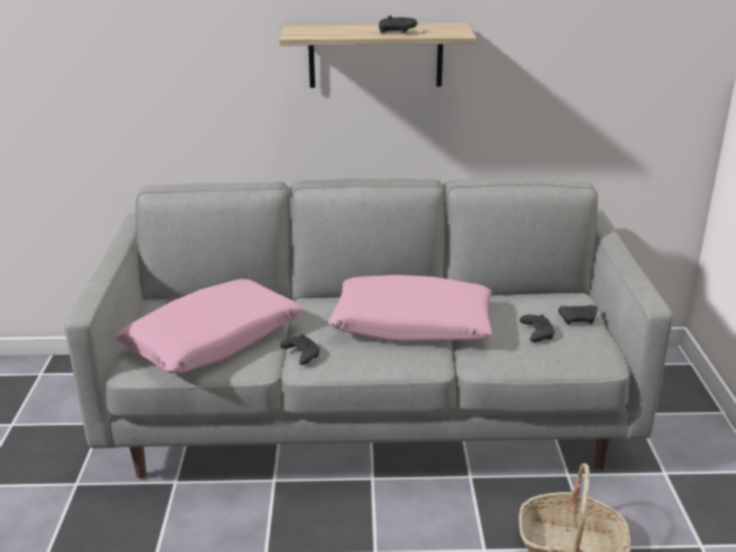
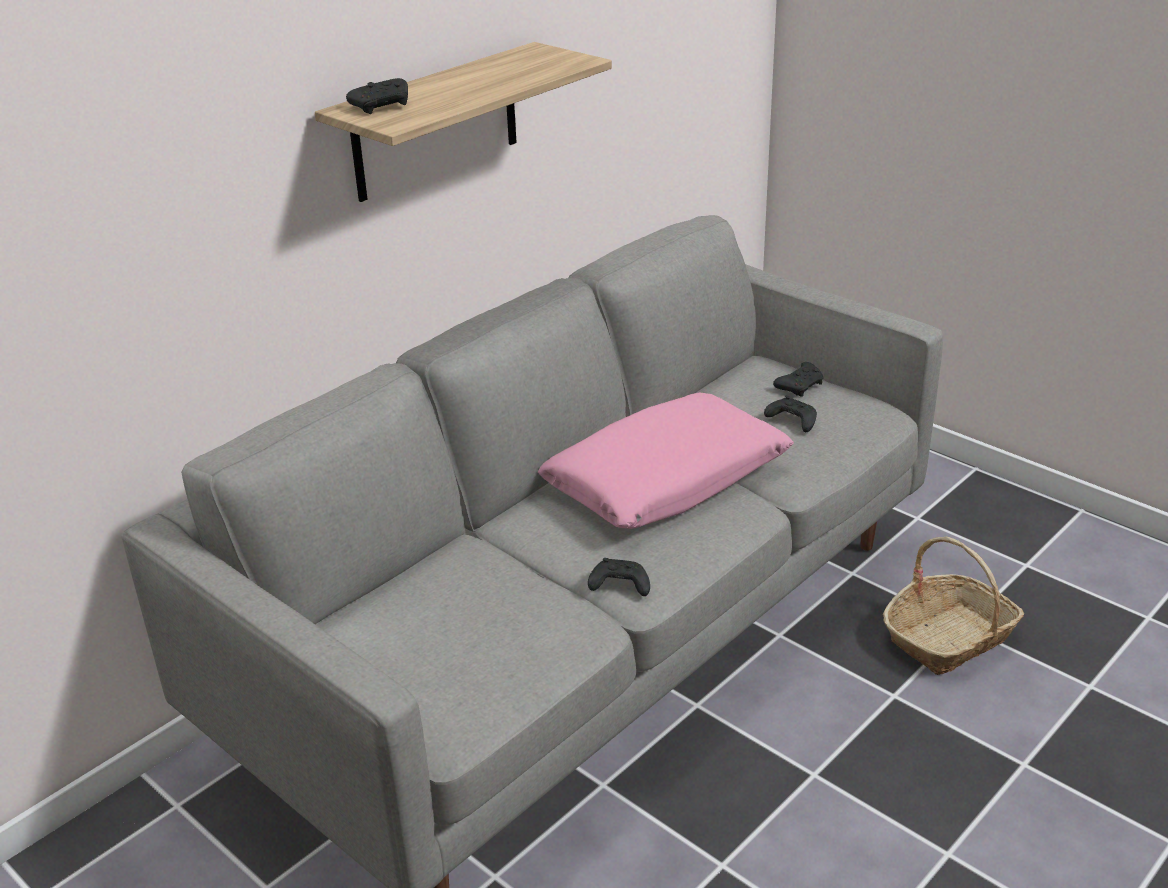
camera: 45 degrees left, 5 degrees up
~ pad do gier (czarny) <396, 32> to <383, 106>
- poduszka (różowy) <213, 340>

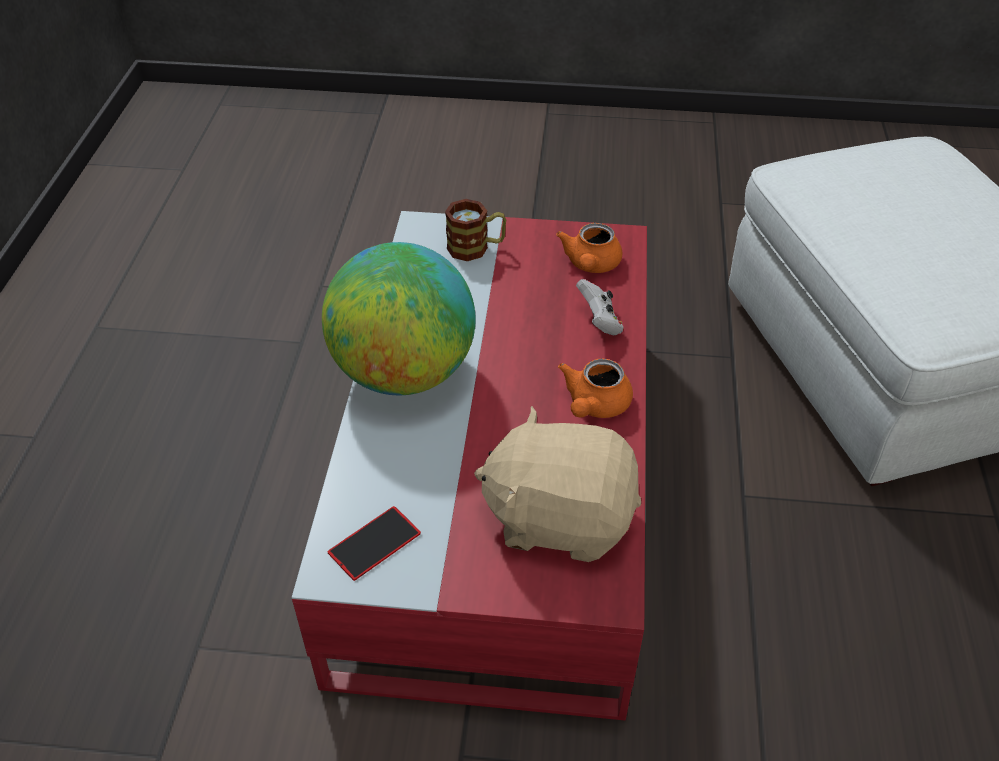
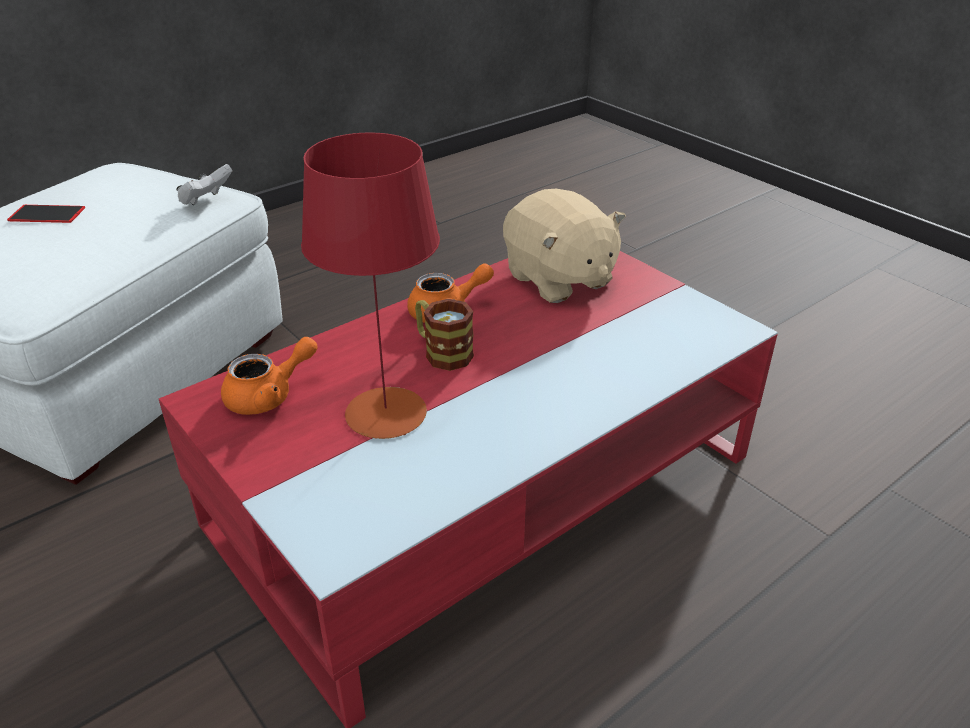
camera: 135 degrees left, 10 degrees down
~ telefon <374, 543> to <47, 214>
~ pad do gier (biały) <599, 322> to <206, 200>
+ lampa stołowa (czerwony) <386, 413>
~ kubek <476, 248> to <442, 352>
- globus <404, 372>

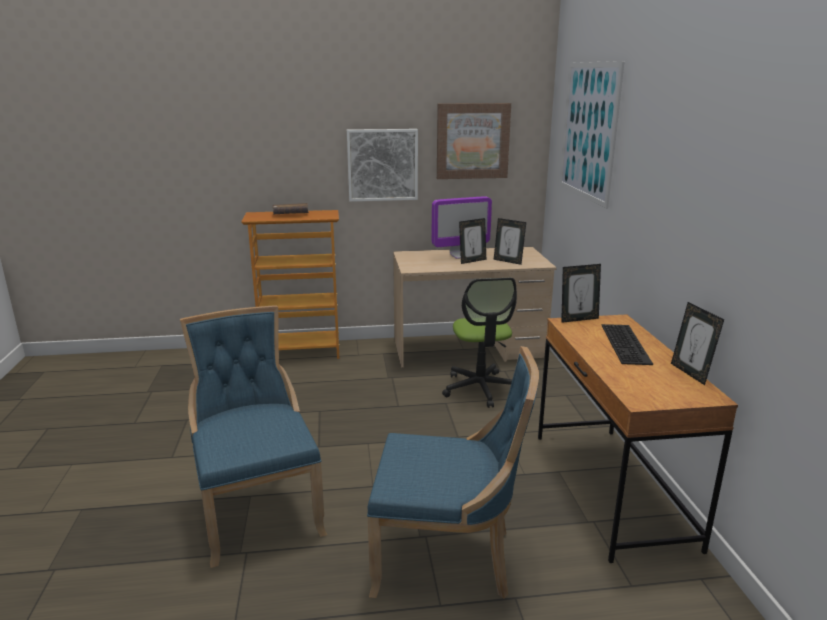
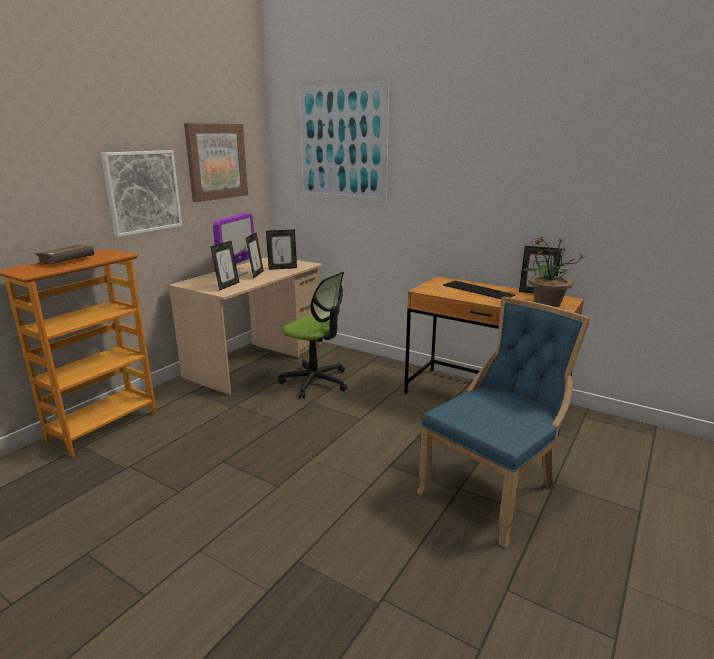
camera: 50 degrees left, 0 degrees up
~ ramka na zdjęcie <578, 319> to <227, 286>
+ roślina doniczkowa <546, 303>
- krzesło (niebieski) <258, 510>

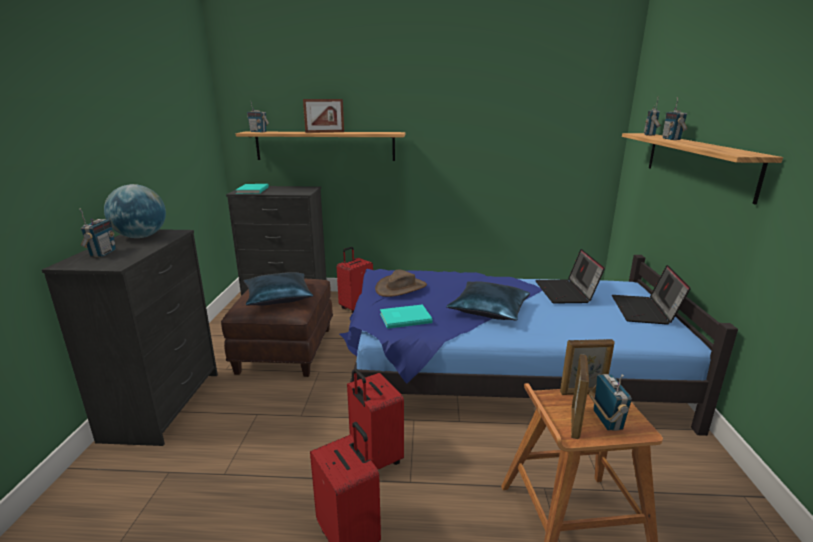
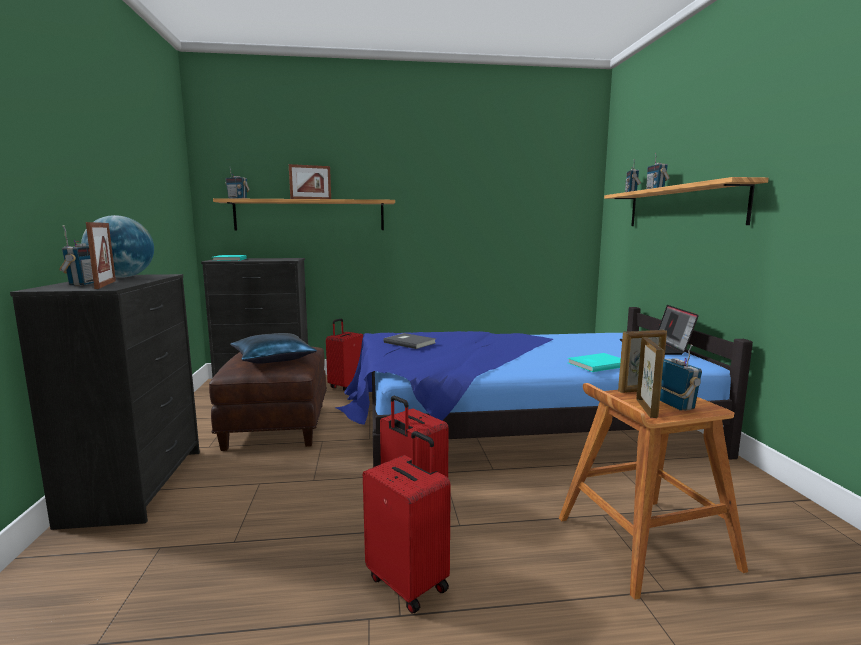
camera: 10 degrees left, 10 degrees down
+ ramka na zdjęcie <105, 284>
~ kapelusz (brązowy) <401, 288> to książka (szary) <410, 342>
~ książka (turkusowy) <404, 317> to <596, 364>
- poduszka (niebieski) <489, 309>
- laptop <566, 292>

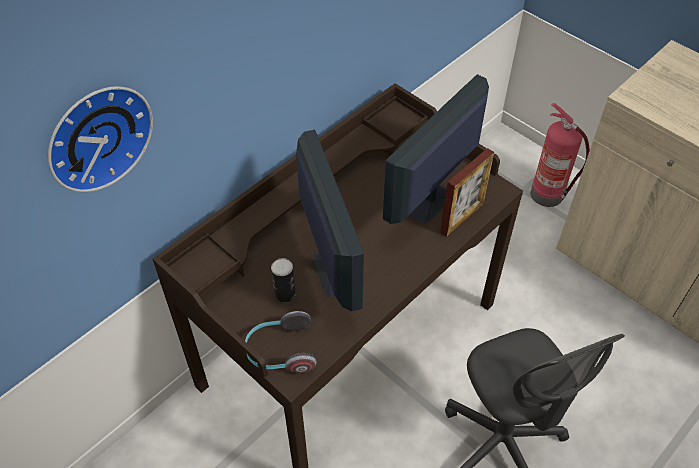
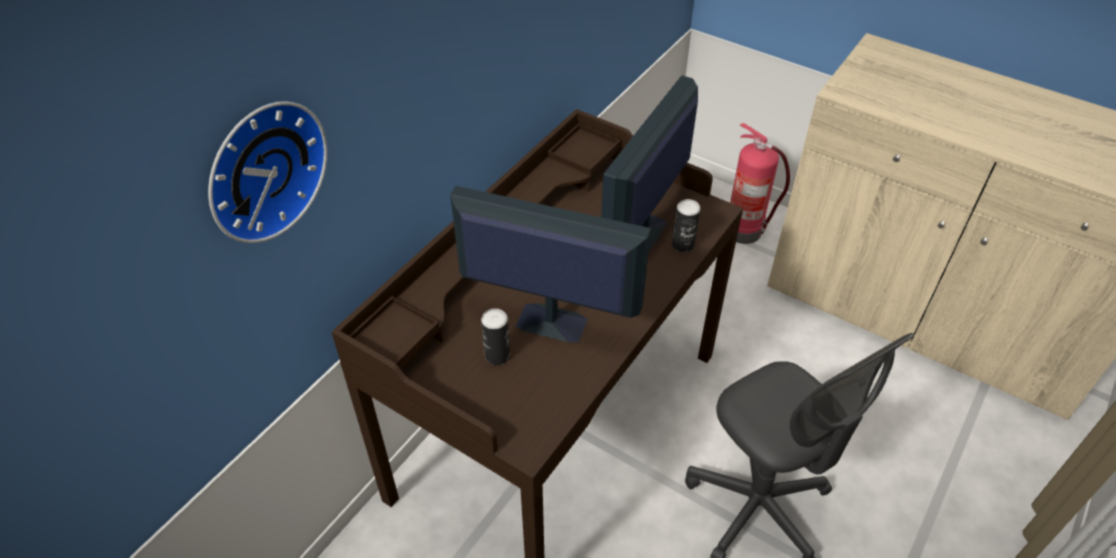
camera: 10 degrees left, 5 degrees down
~ monitor <333, 271> = <549, 322> 45 degrees counterclockwise
~ ramka na zdjęcie <462, 217> to puszka <683, 245>
- słuchawki <280, 351>

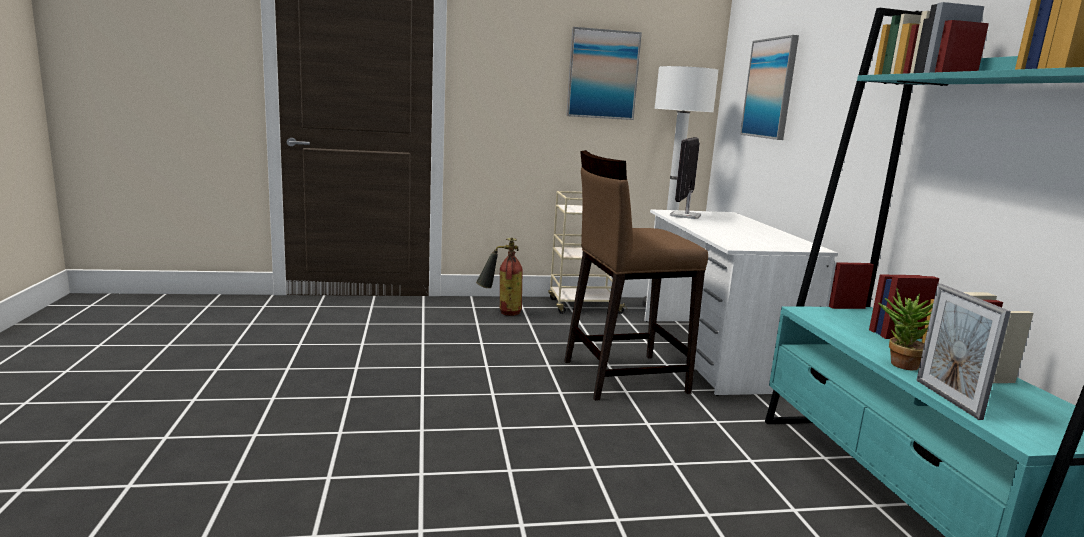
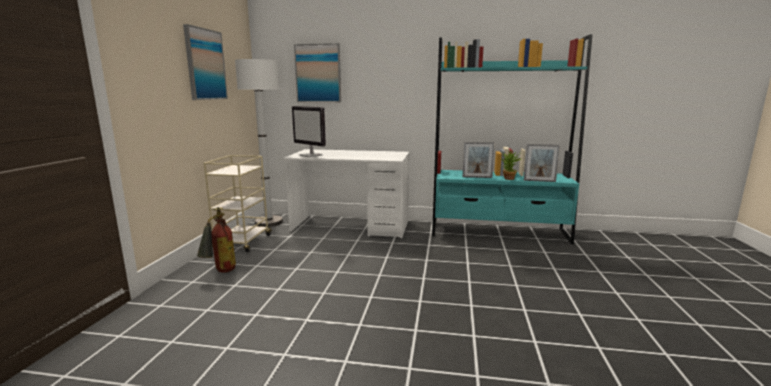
camera: 70 degrees left, 0 degrees up
+ ramka na zdjęcie <477, 177>
- stołek (brązowy) <623, 376>

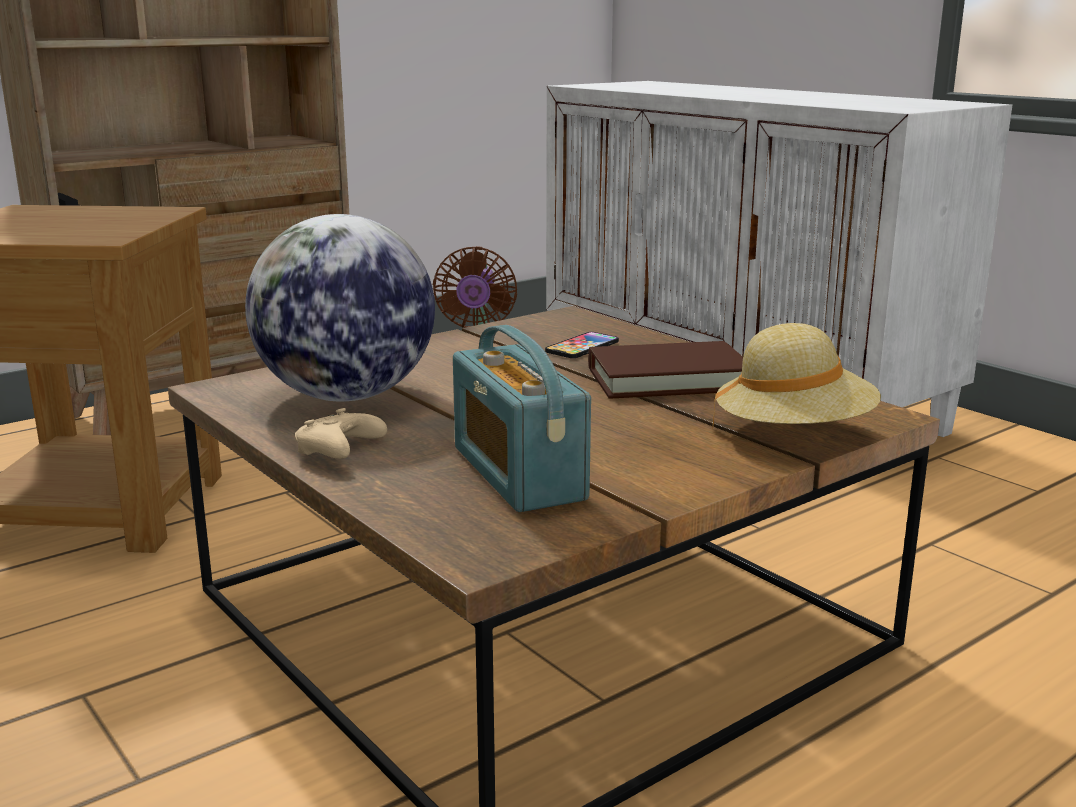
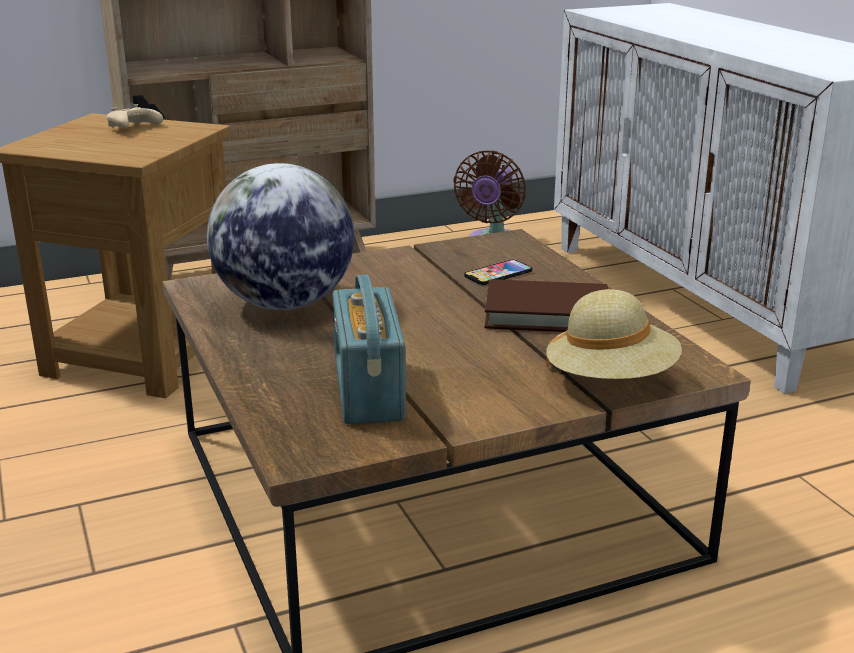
camera: 15 degrees right, 5 degrees up
~ pad do gier (beżowy) <339, 452> to <132, 128>

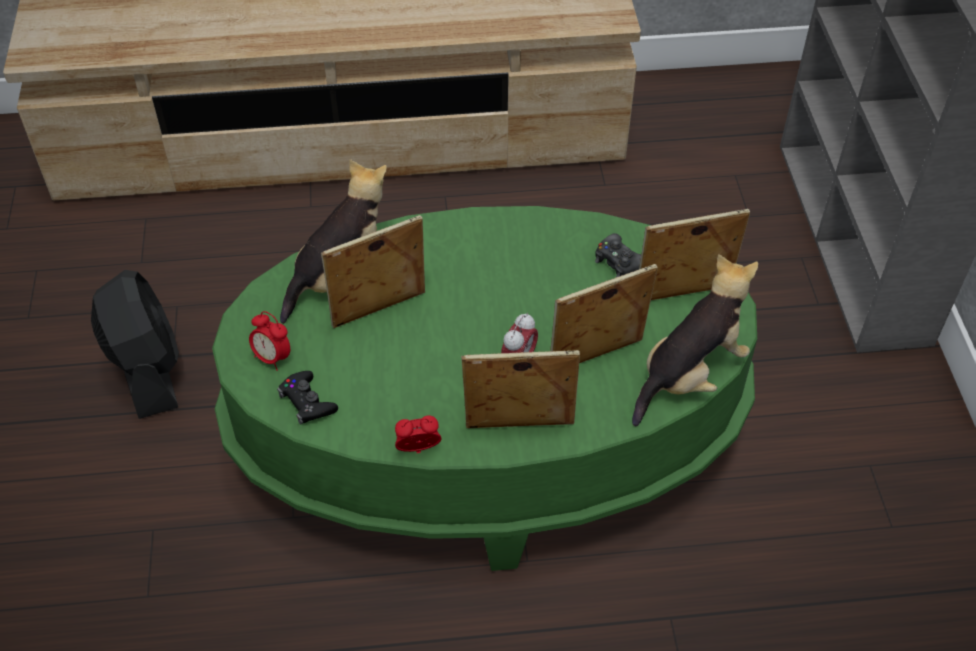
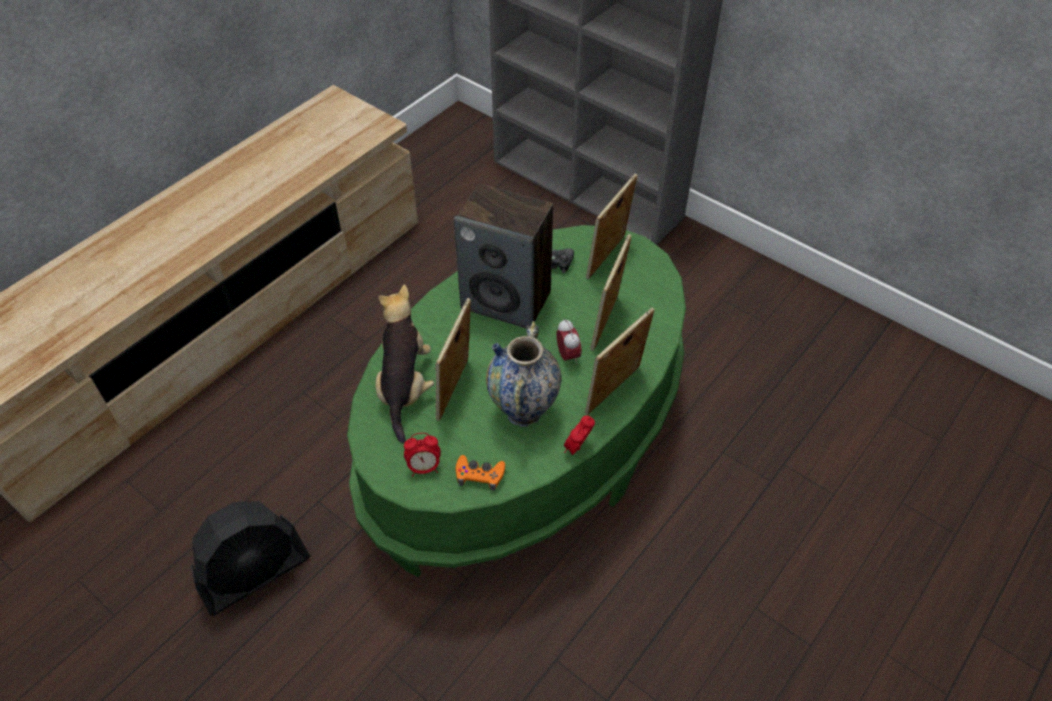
camera: 45 degrees left, 0 degrees up
~ wentylator (czarny) <147, 369> = <255, 573> 120 degrees clockwise
+ głośnik <507, 300>
~ pad do gier (czarny) <307, 402> to pad do gier (pomarańczowy) <480, 475>
+ wazon <524, 412>
- pluszak <690, 374>

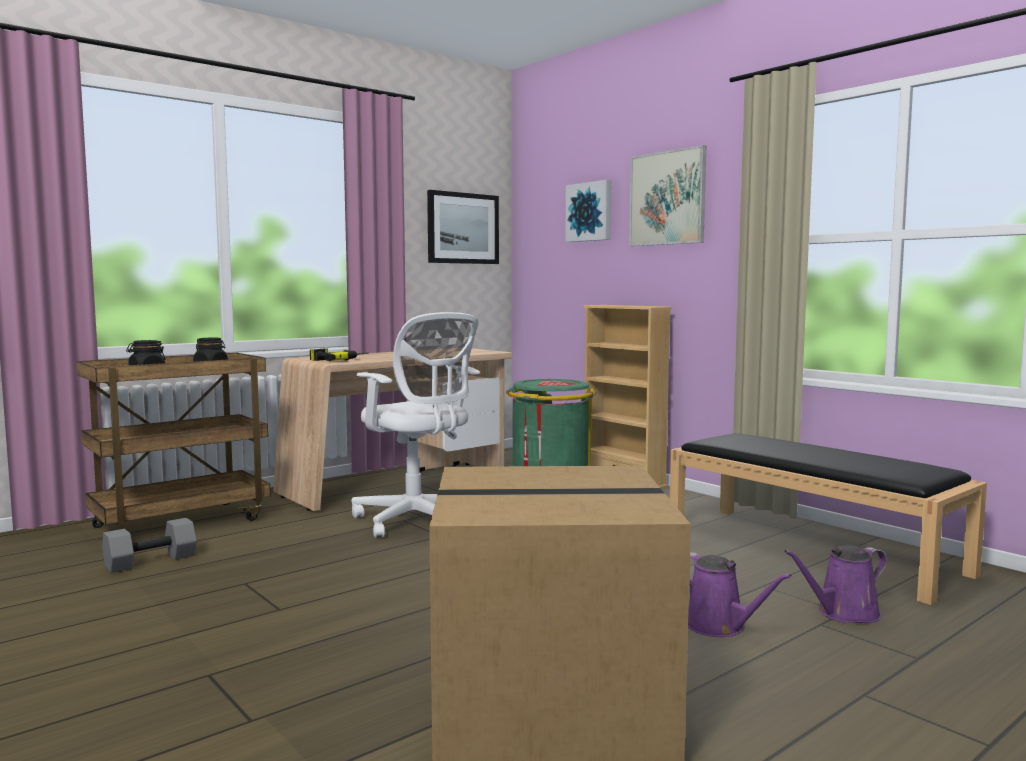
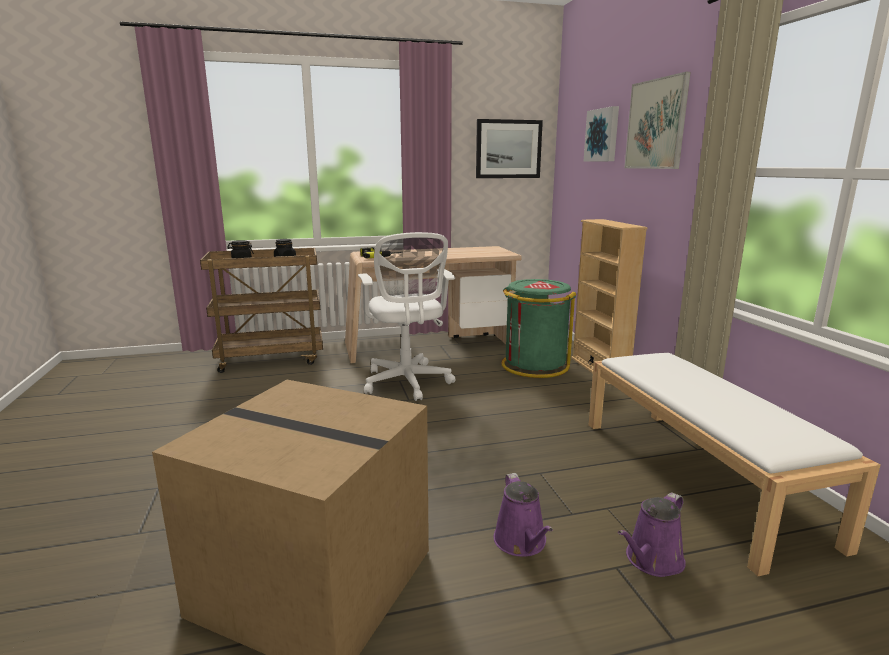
camera: 25 degrees right, 10 degrees up
~ ławka (czarny) <812, 550> to ławka (biały) <698, 477>
~ konewka (fioletowy) <843, 613> = <651, 561> 45 degrees counterclockwise
- hantel (szary) <150, 562>

